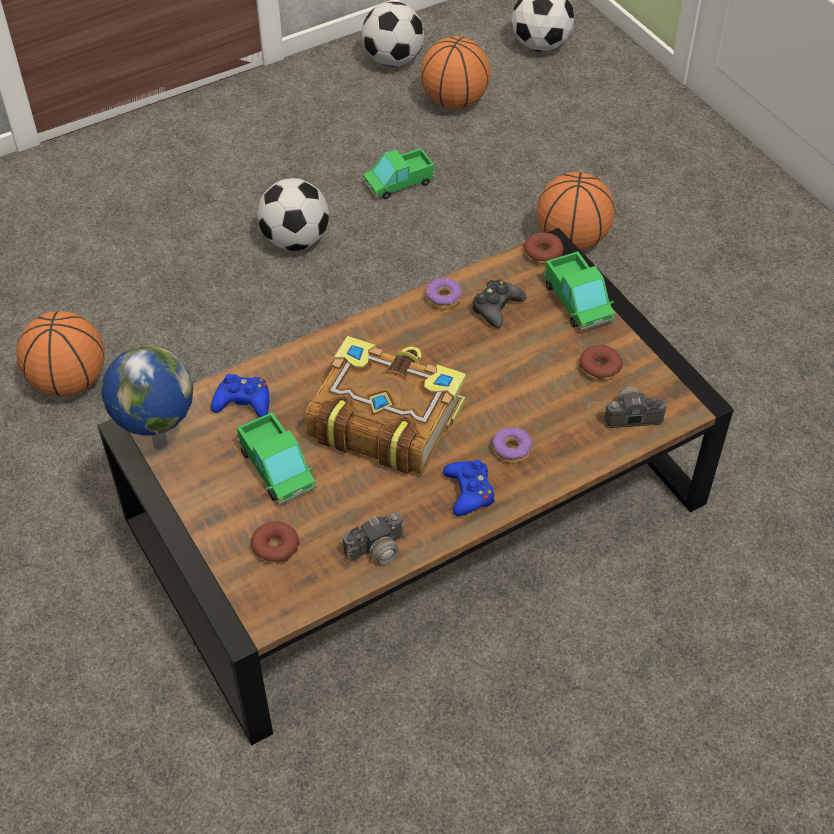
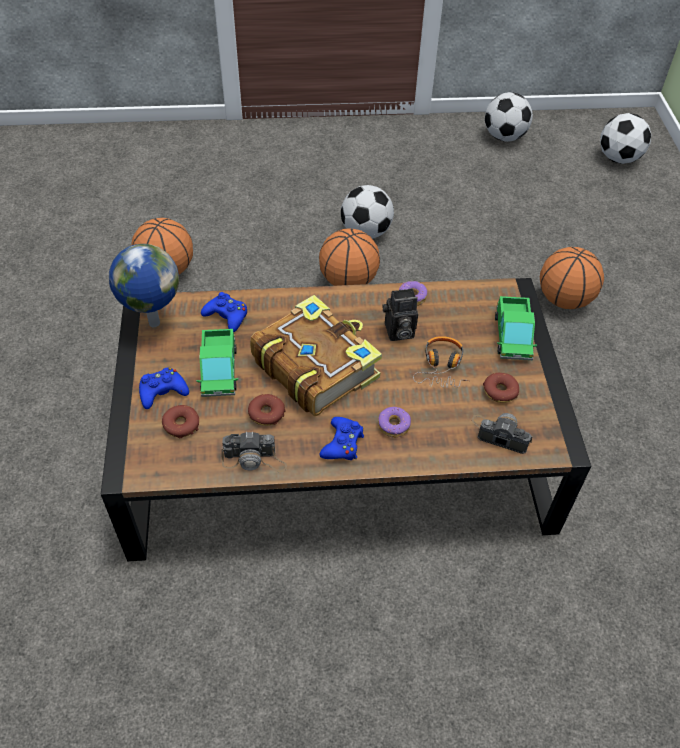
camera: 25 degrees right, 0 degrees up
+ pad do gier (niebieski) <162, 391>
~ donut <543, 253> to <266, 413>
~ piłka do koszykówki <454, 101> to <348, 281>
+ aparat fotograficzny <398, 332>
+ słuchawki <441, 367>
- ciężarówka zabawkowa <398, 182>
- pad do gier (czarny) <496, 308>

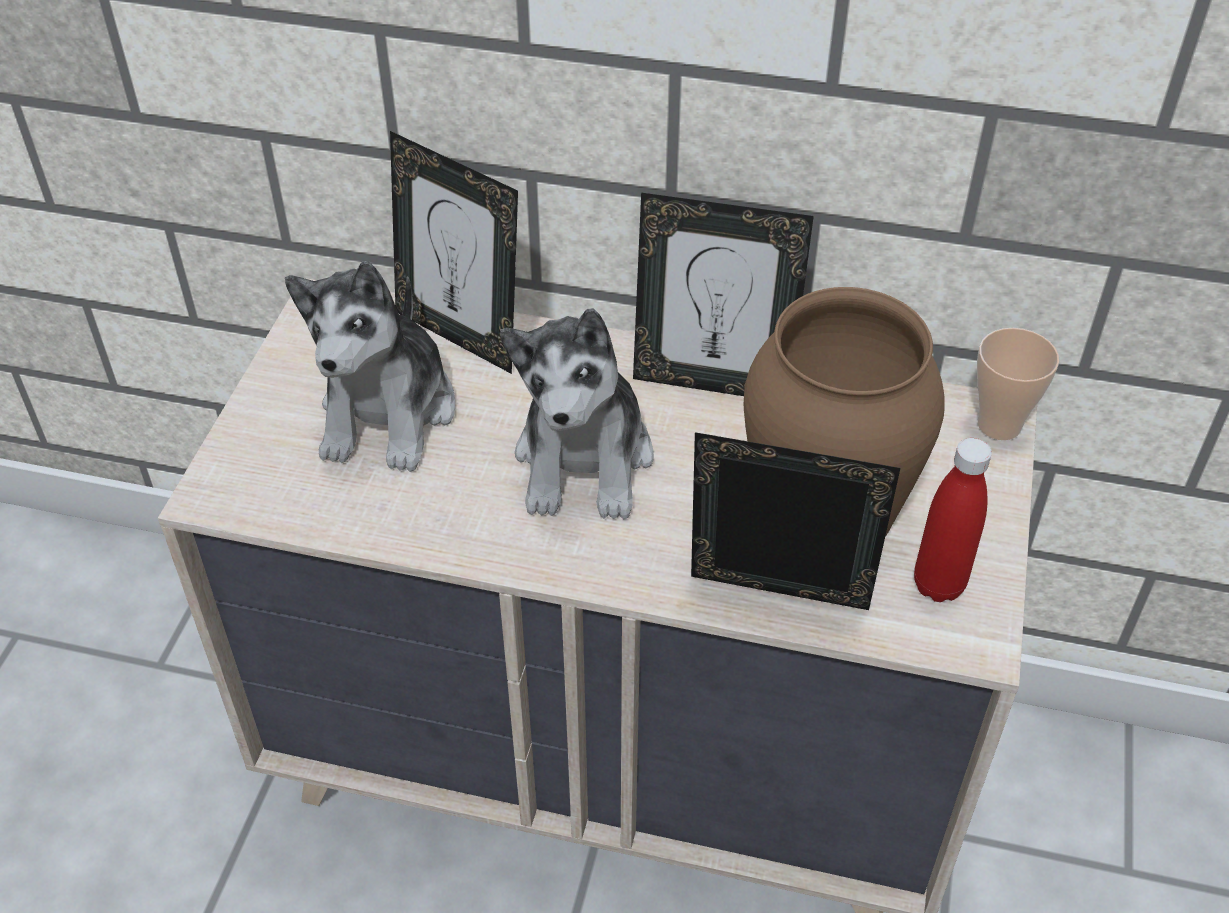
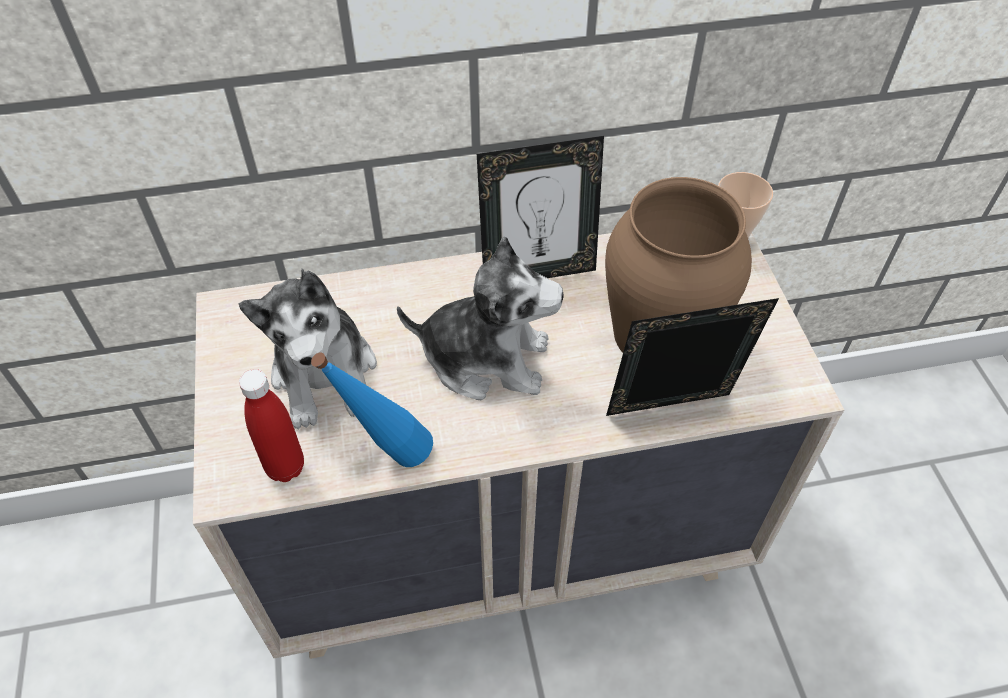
camera: 25 degrees left, 5 degrees up
~ butelka (czerwony) <938, 585> to <285, 467>
+ butelka (niebieski) <387, 457>
~ pluszak <585, 460> = <486, 359> 60 degrees counterclockwise
- ramka na zdjęcie <460, 335>

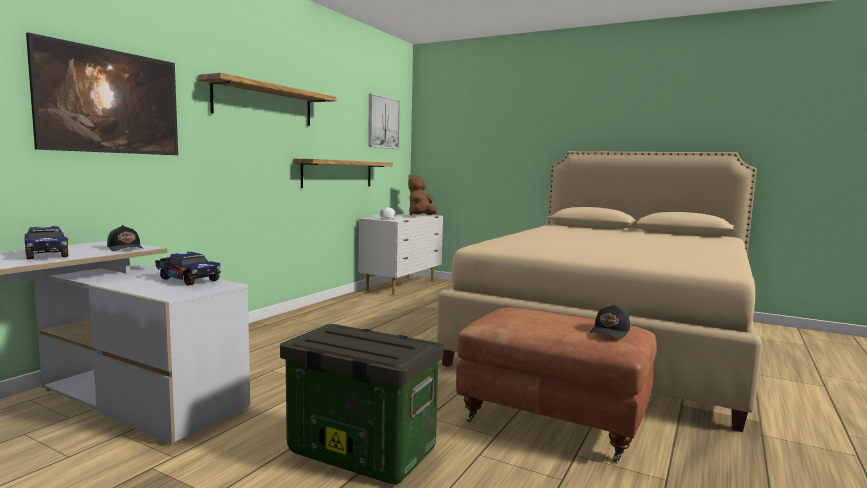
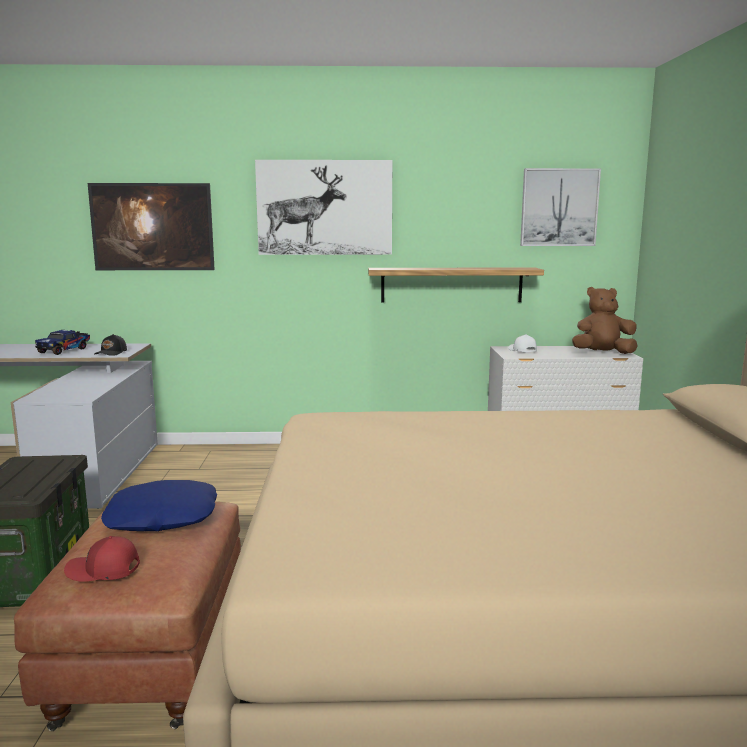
camera: 60 degrees right, 5 degrees up
~ czapka z daszkiem (czarny) <610, 332> to czapka z daszkiem (czerwony) <103, 571>
+ poduszka (niebieski) <162, 518>
~ półka <264, 104> to obraz <324, 208>
- ciężarówka zabawkowa <187, 279>

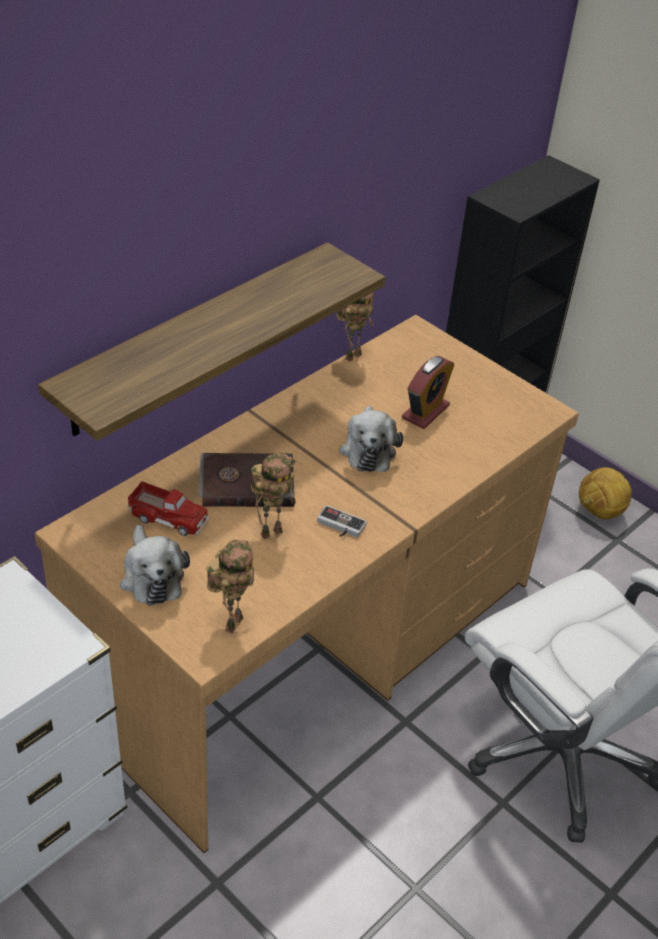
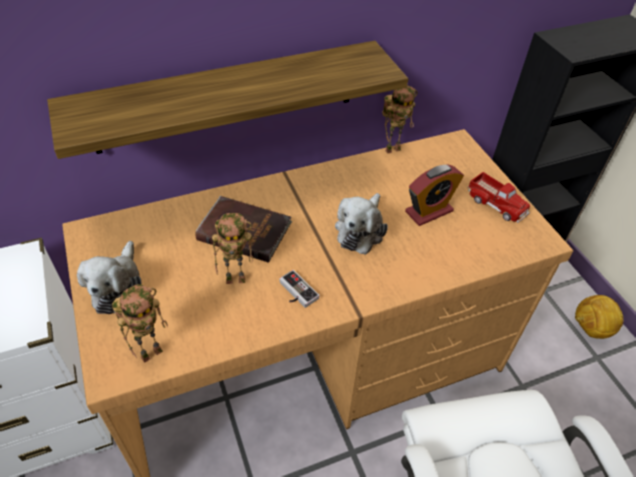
camera: 25 degrees right, 5 degrees up
~ ciężarówka zabawkowa <169, 517> to <496, 203>

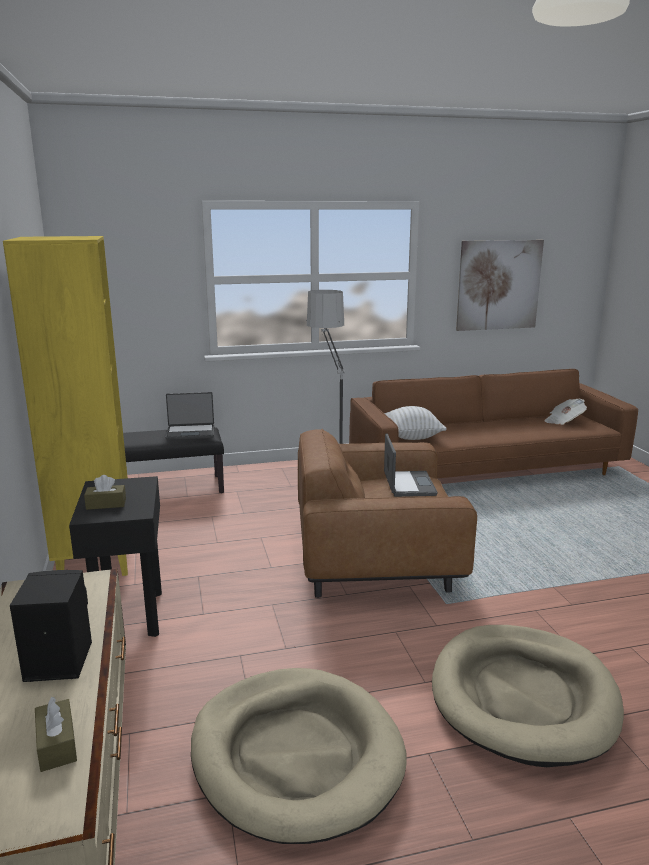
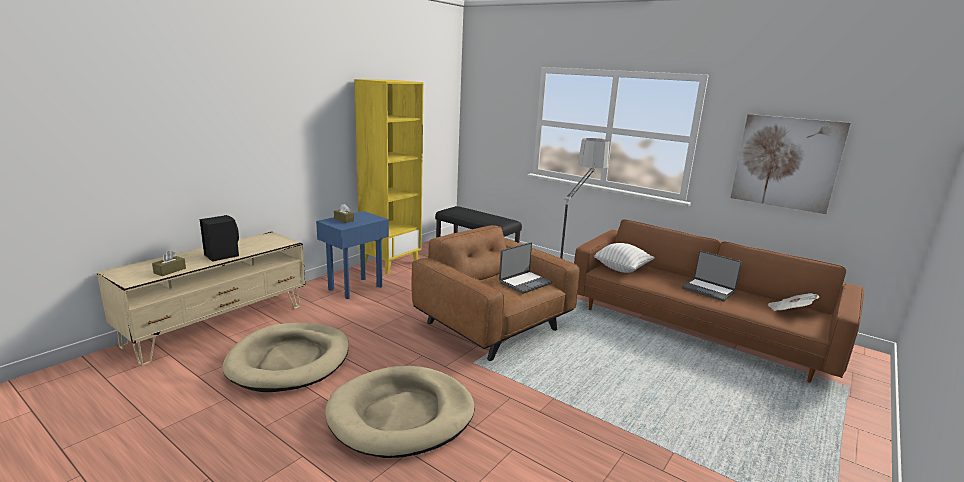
camera: 50 degrees right, 0 degrees up
~ stolik (czarny) <129, 616> to stolik (niebieski) <355, 287>
~ laptop <190, 433> to <708, 290>

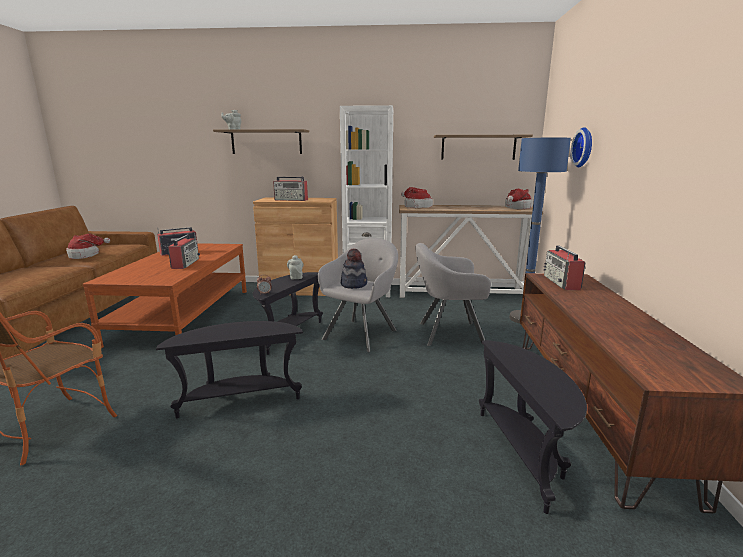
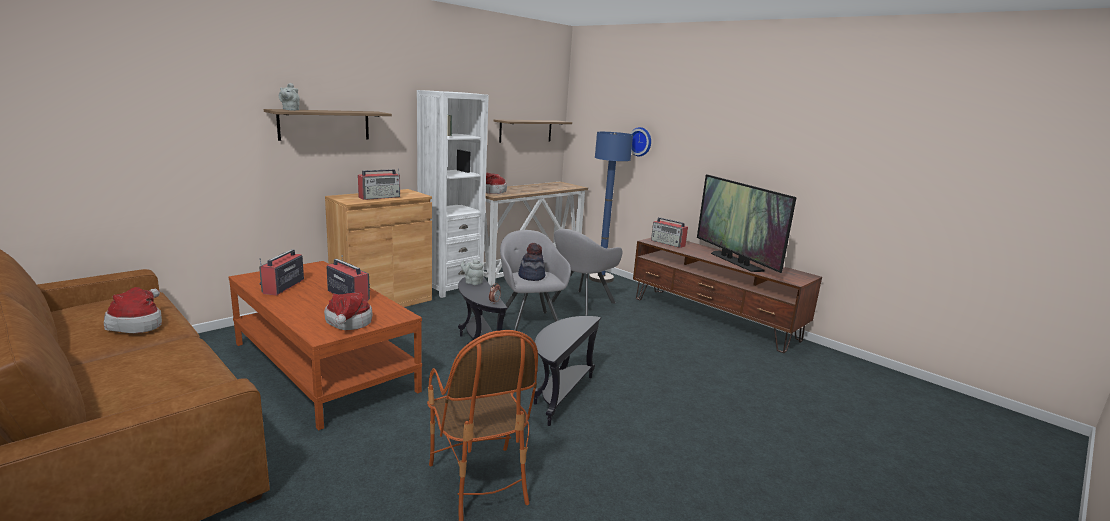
camera: 50 degrees left, 0 degrees up
~ kapelusz <516, 207> to <348, 323>
+ telewizor <735, 261>
- stolik (czarny) <524, 454>

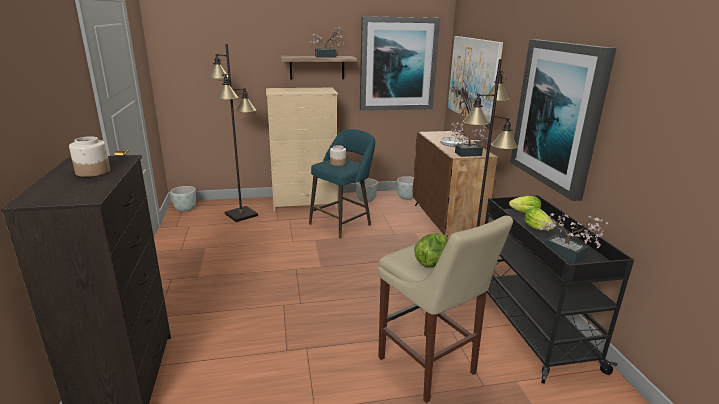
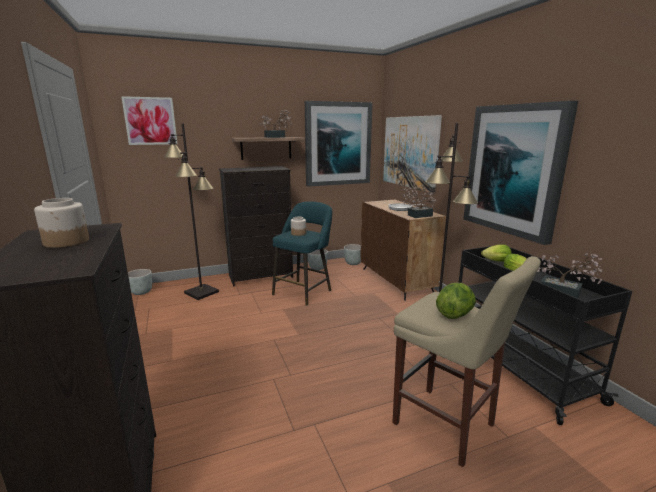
camera: 10 degrees left, 5 degrees down
+ obraz <150, 121>
~ komoda (beżowy) <305, 203> to komoda (czarny) <261, 276>

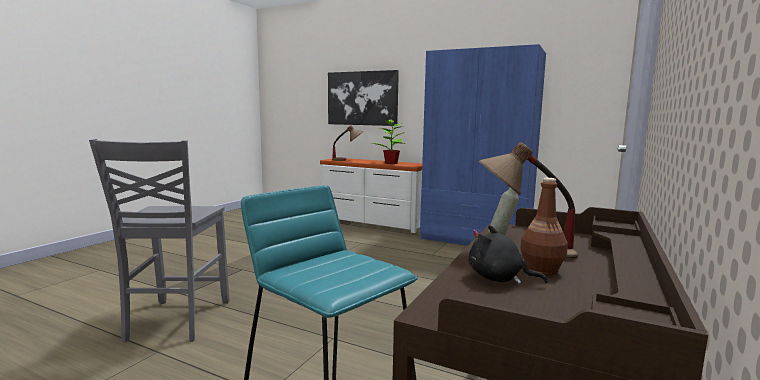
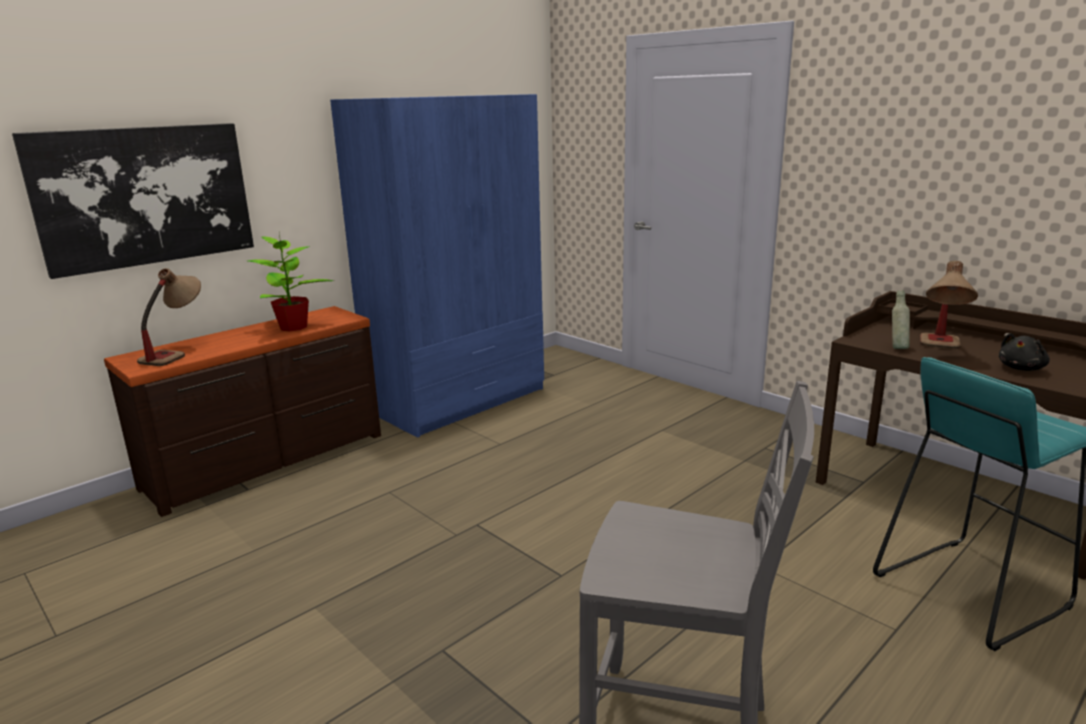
camera: 70 degrees left, 10 degrees up
~ komoda (biały) <372, 222> to komoda (brązowy) <268, 461>
- butelka (brązowy) <541, 270>

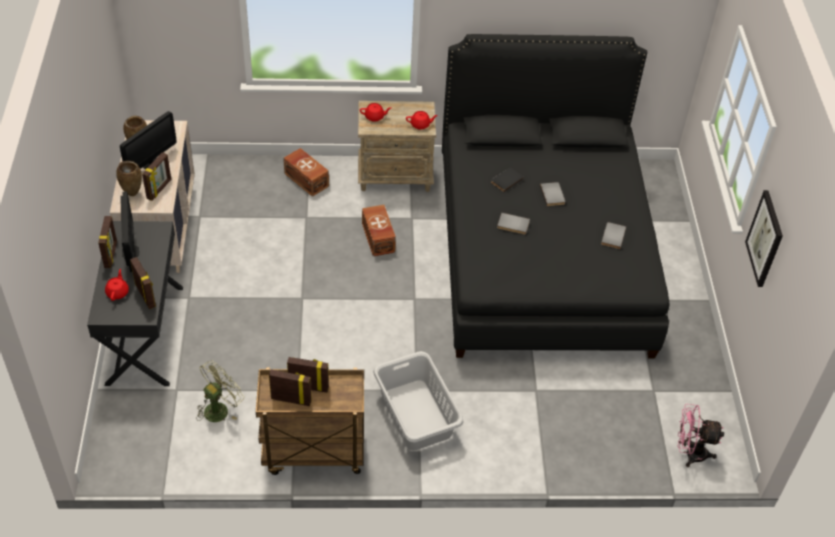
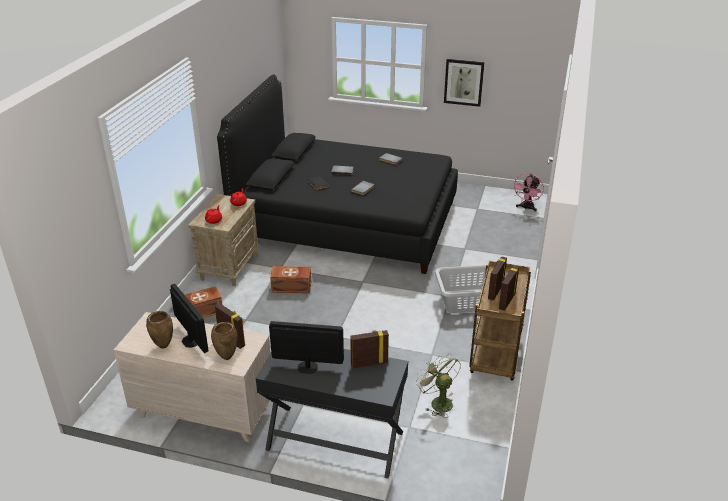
camera: 70 degrees left, 15 degrees down
- ramka na zdjęcie <111, 254>
- imbryk (czerwony) <118, 292>

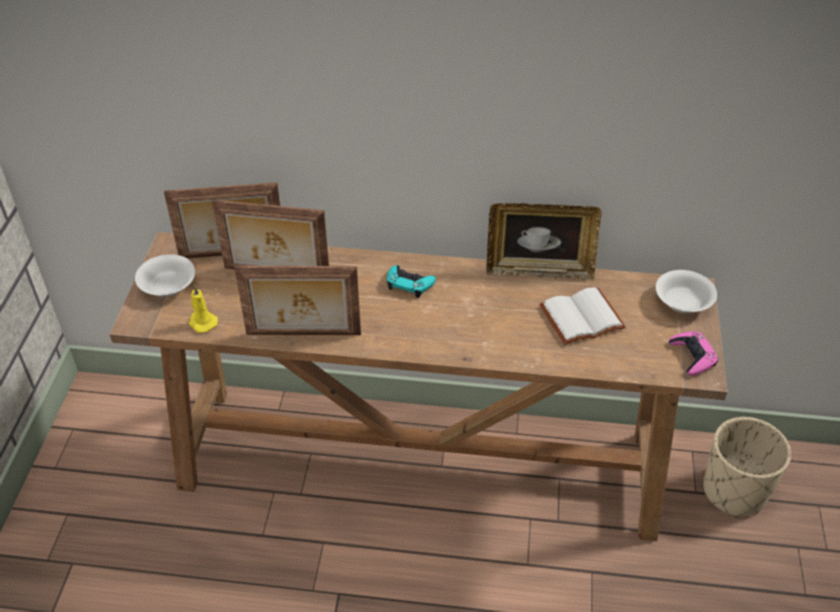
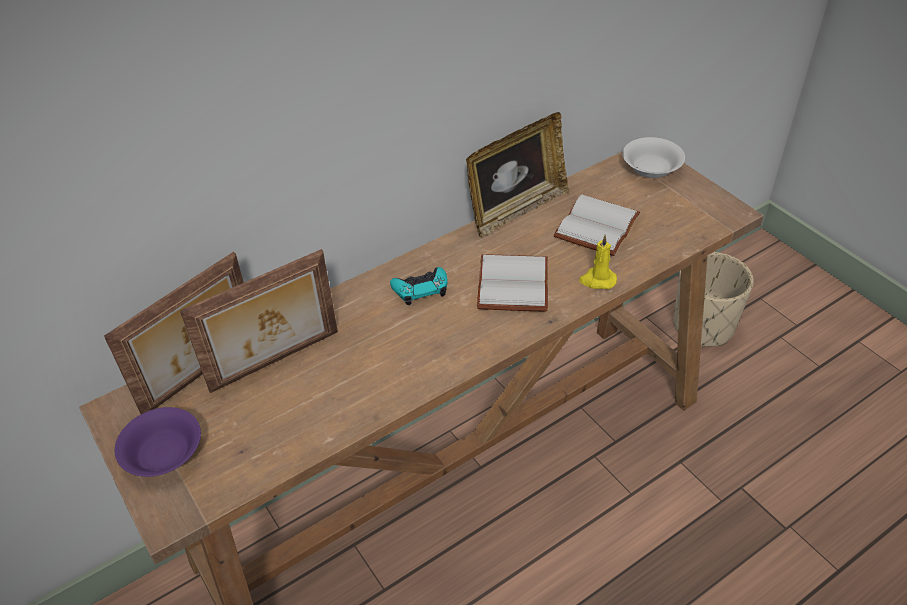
camera: 40 degrees left, 0 degrees up
~ miska (biały) <167, 286> to miska (fioletowy) <163, 454>
+ książka (biały) <515, 285>
~ świeca (żółty) <202, 322> to <597, 280>
- ramka na zdjęcie <303, 335>
- pad do gier (różowy) <692, 356>

